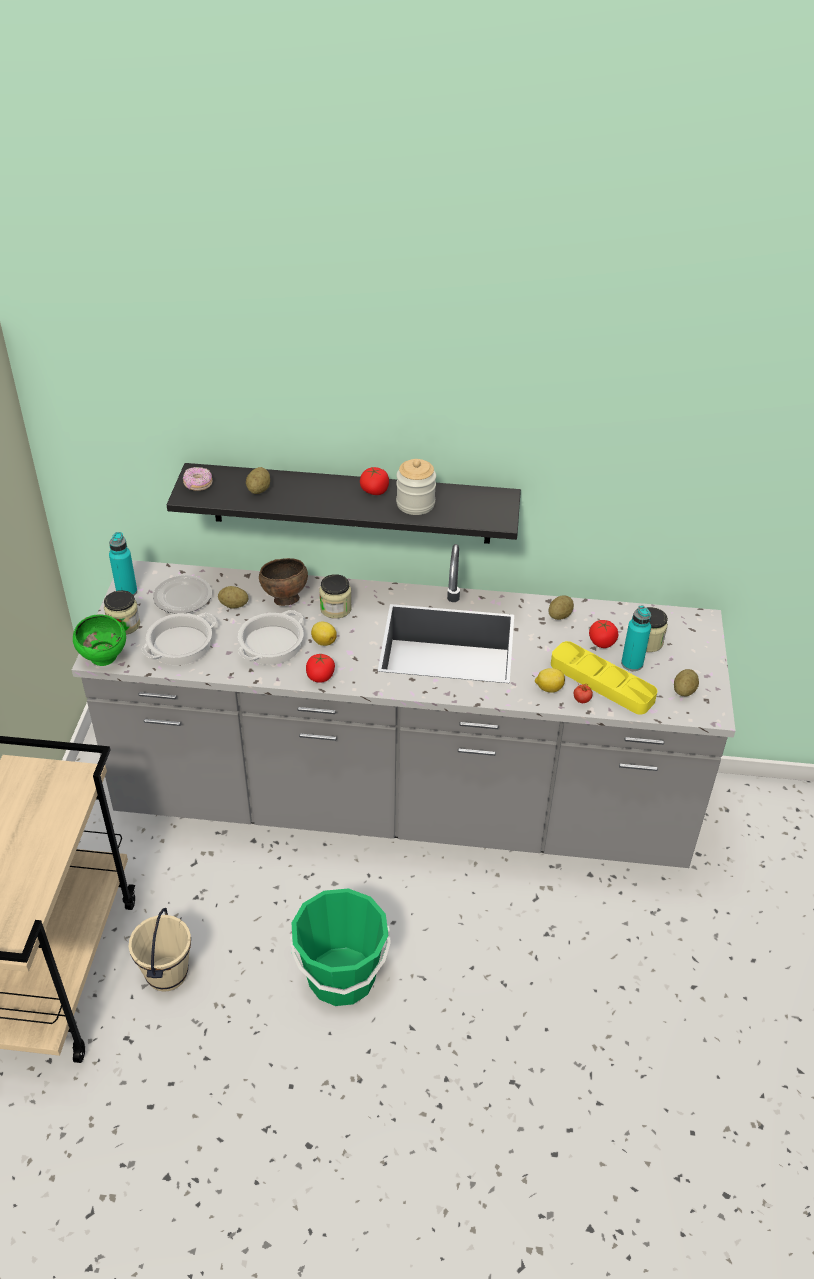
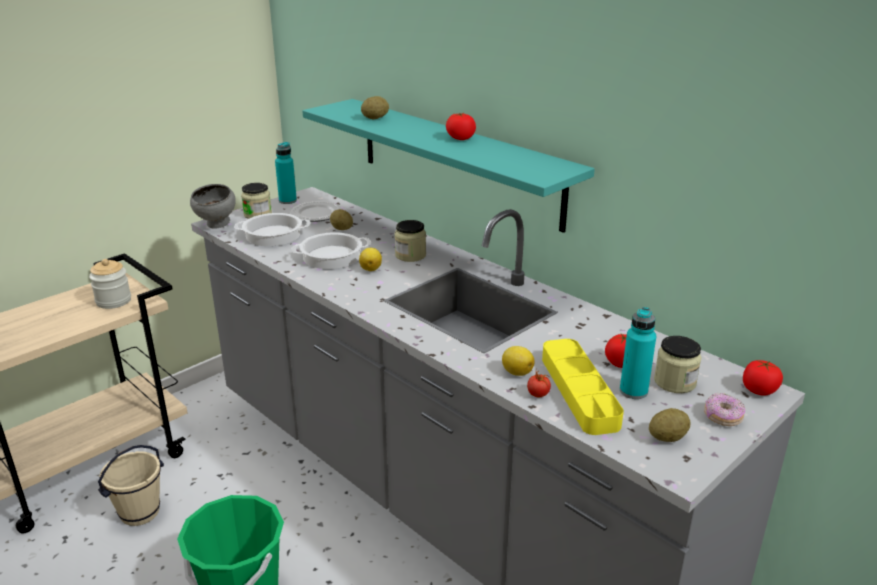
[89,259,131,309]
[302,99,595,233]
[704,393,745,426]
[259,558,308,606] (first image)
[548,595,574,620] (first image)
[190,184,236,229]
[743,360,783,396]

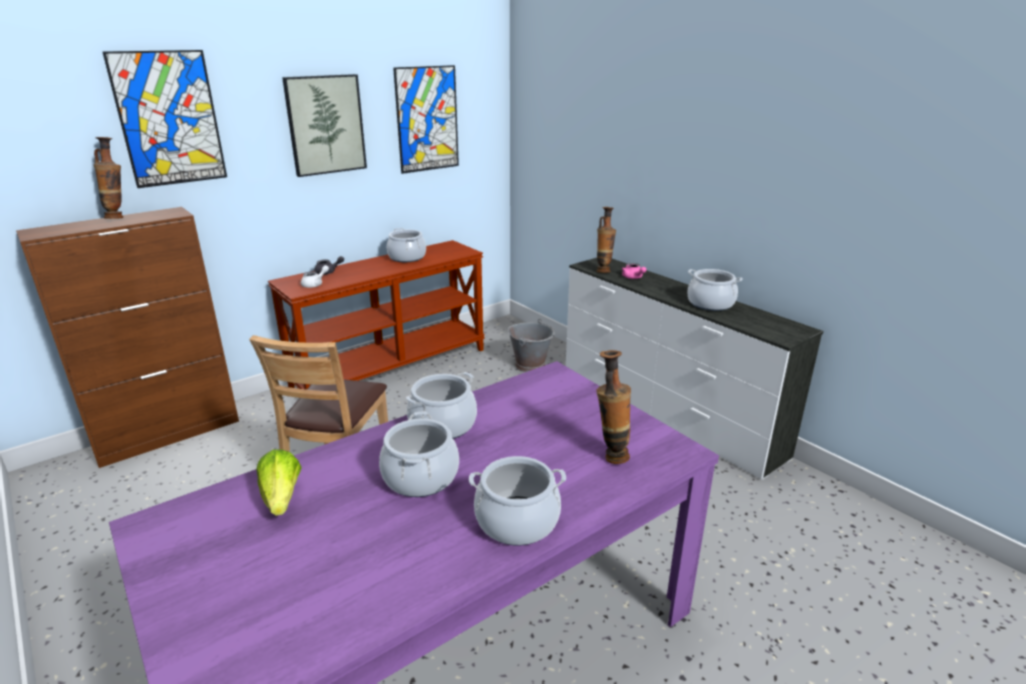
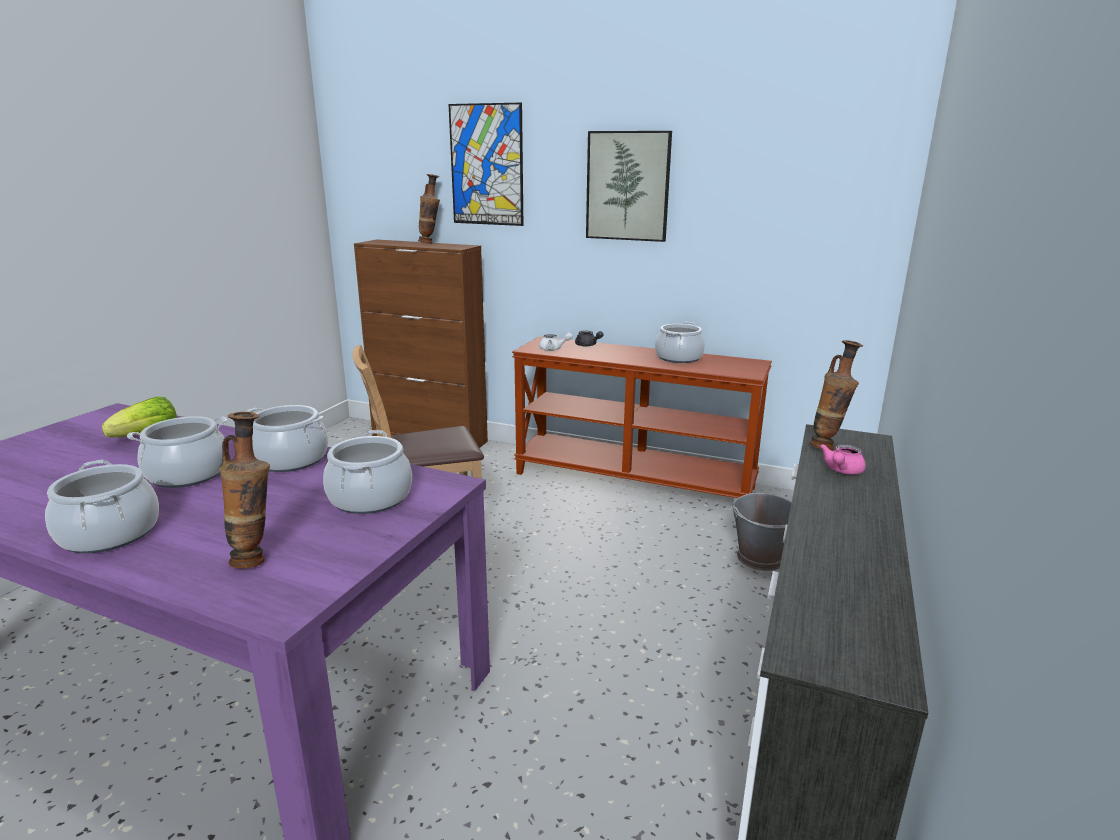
[393,65,459,174] (first image)
[323,430,412,514]

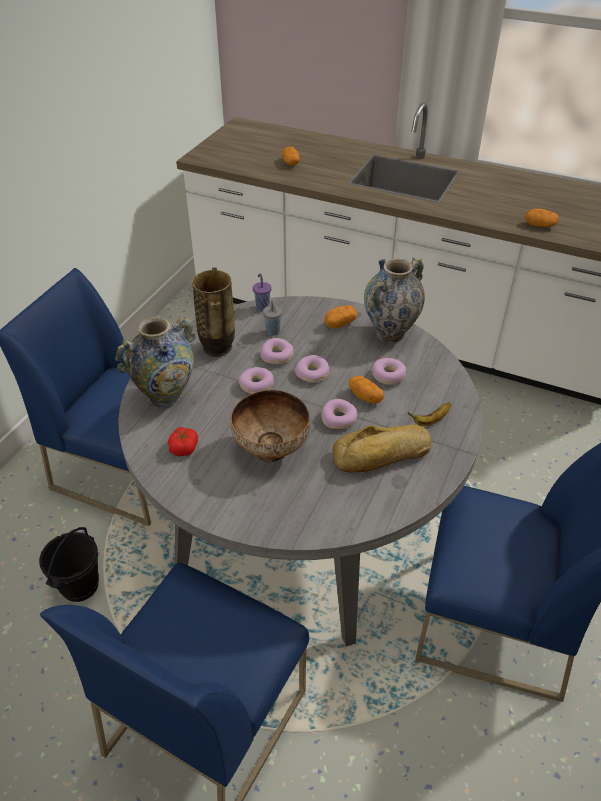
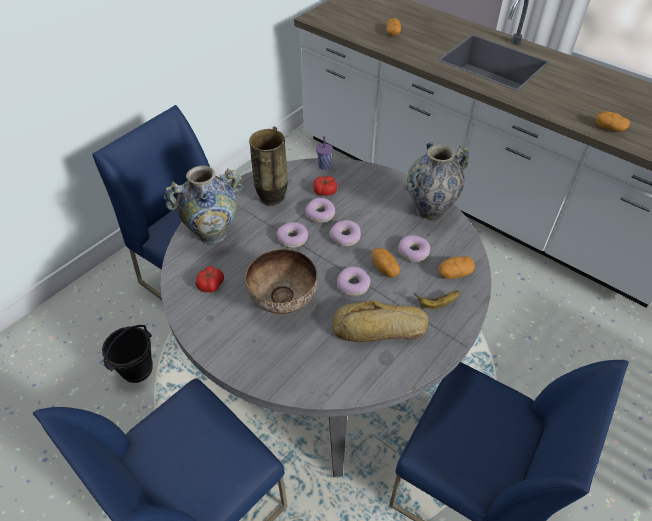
[313,176,337,196]
[438,256,475,279]

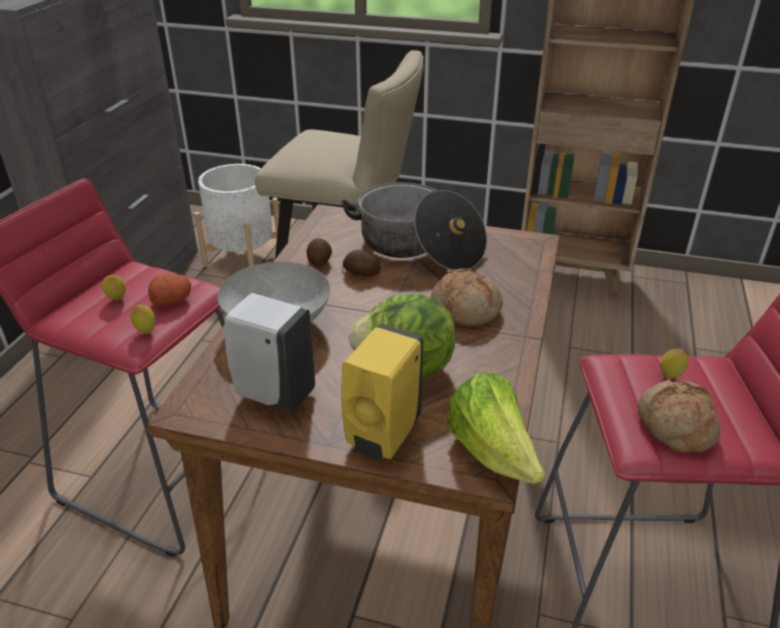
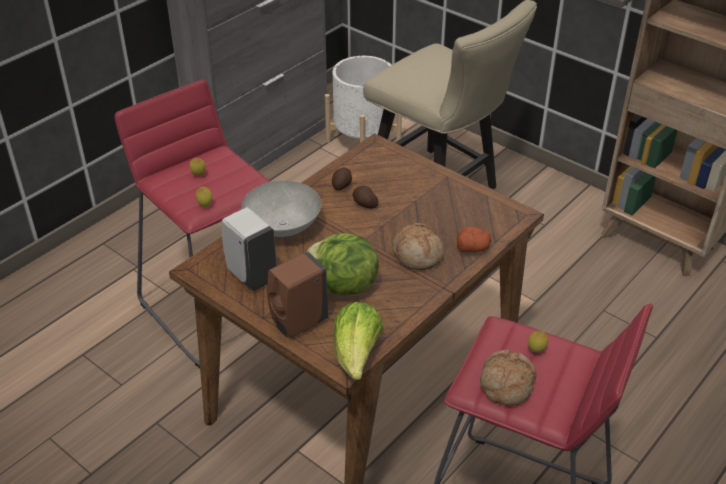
[341,182,487,270] (first image)
[457,226,491,252]
[267,252,328,338]

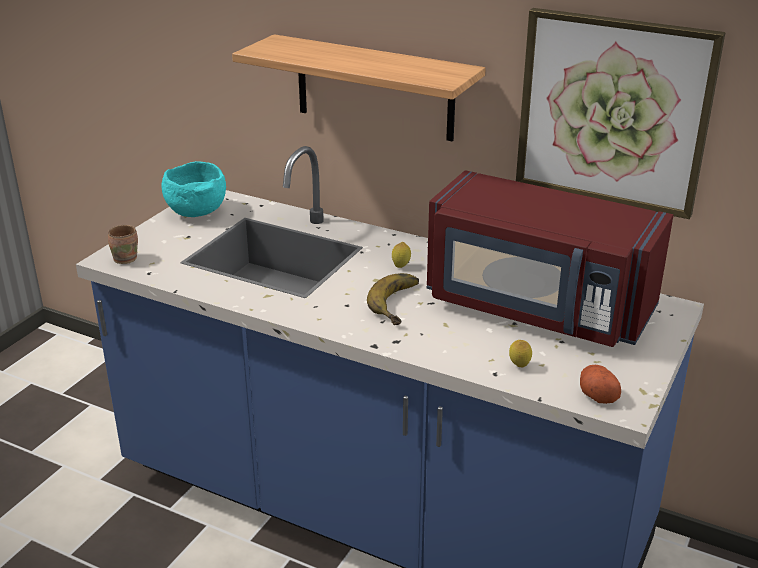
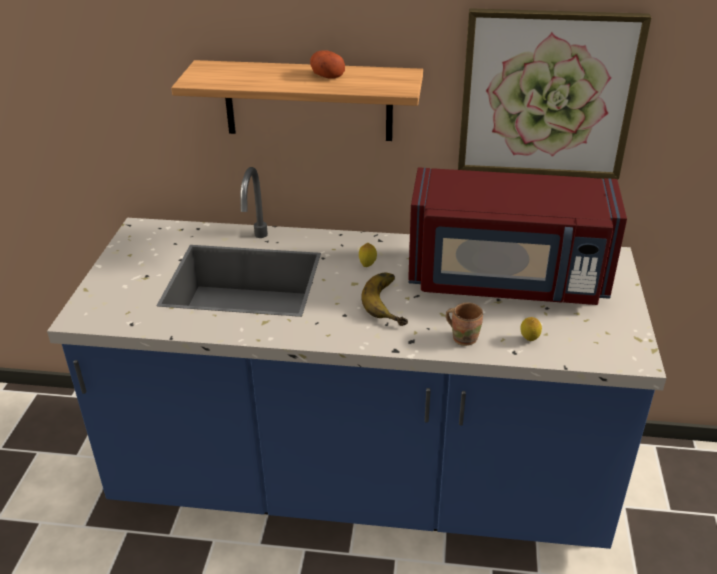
[162,161,226,217] (first image)
[446,302,483,346]
[310,50,345,79]

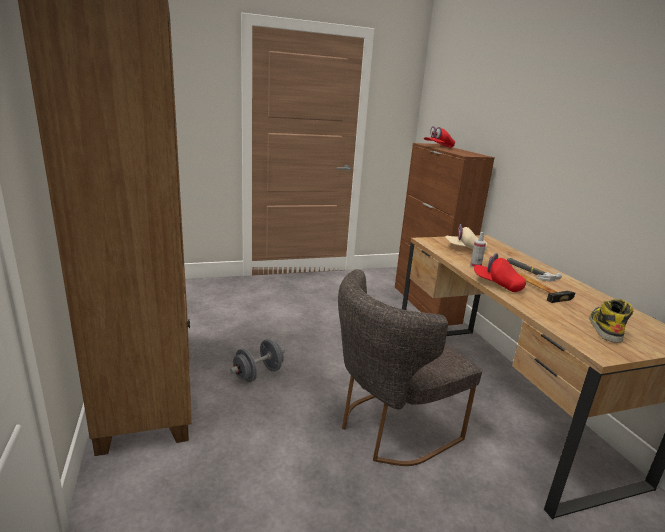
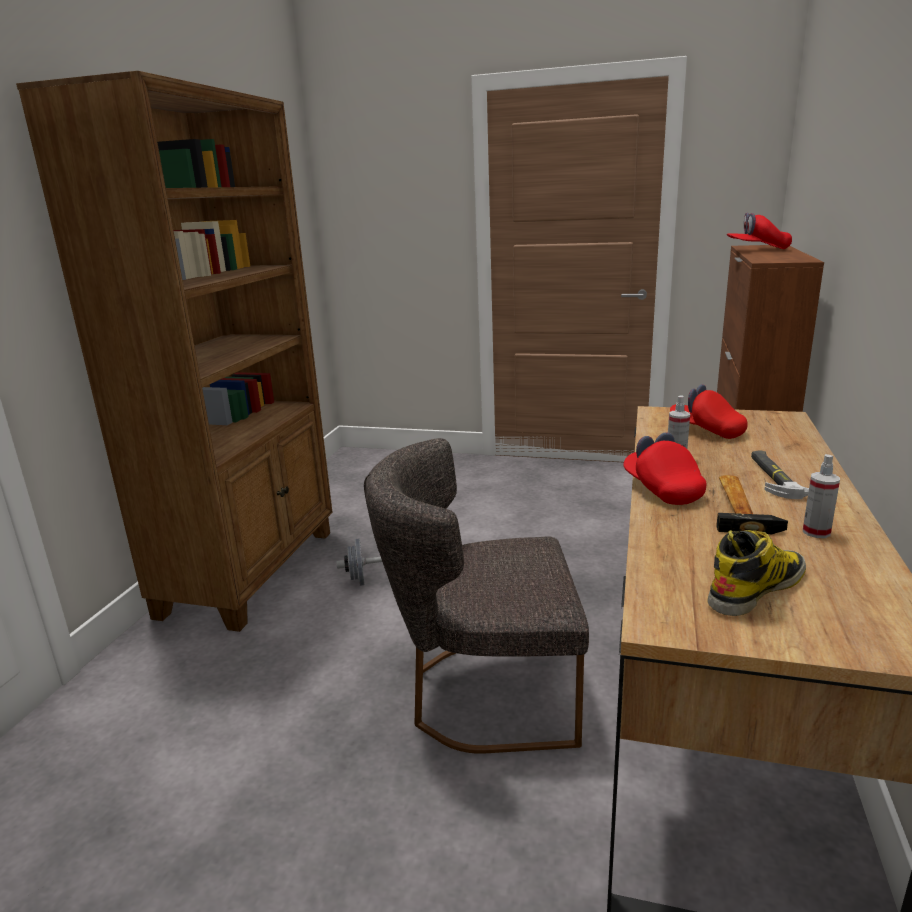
[670,384,748,439]
[803,454,840,538]

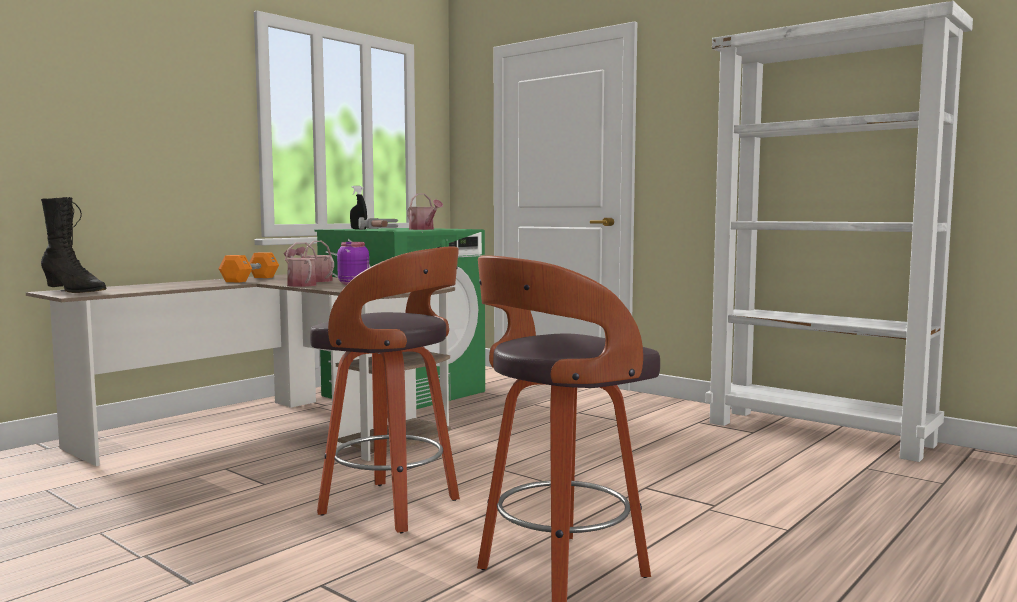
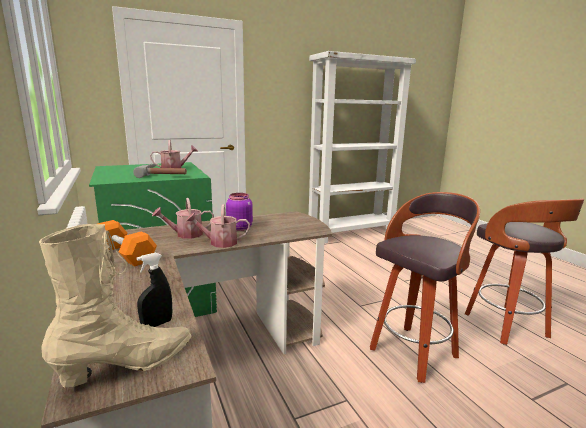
[137,252,172,327]
[39,224,191,387]

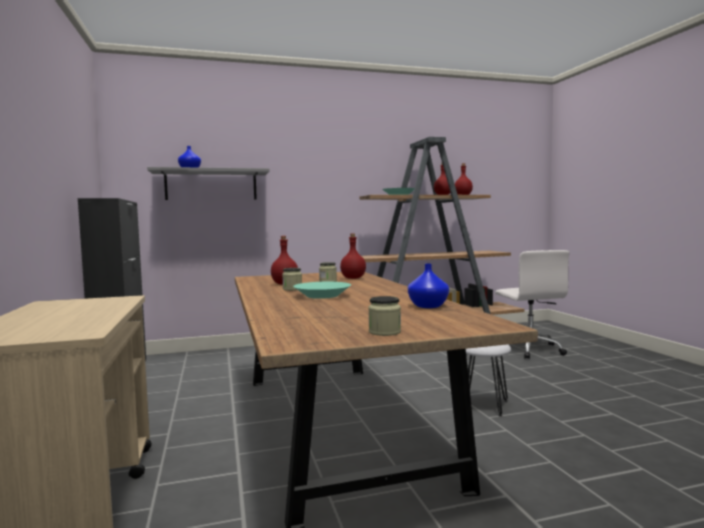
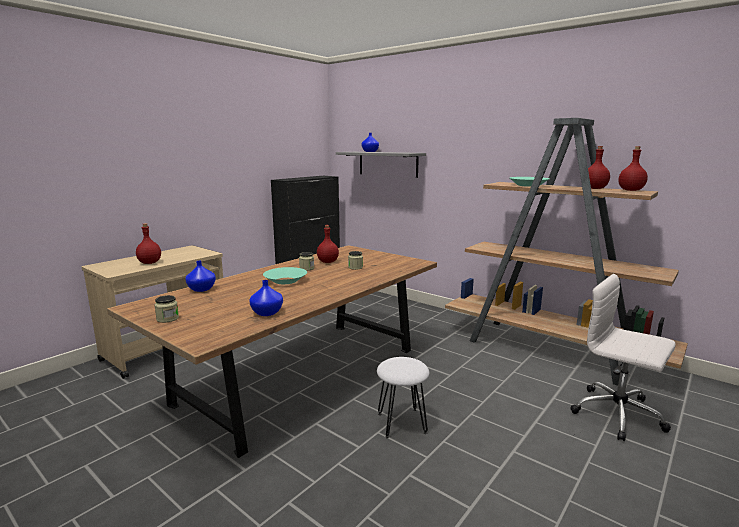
[136,223,161,264]
[570,273,676,441]
[185,261,216,292]

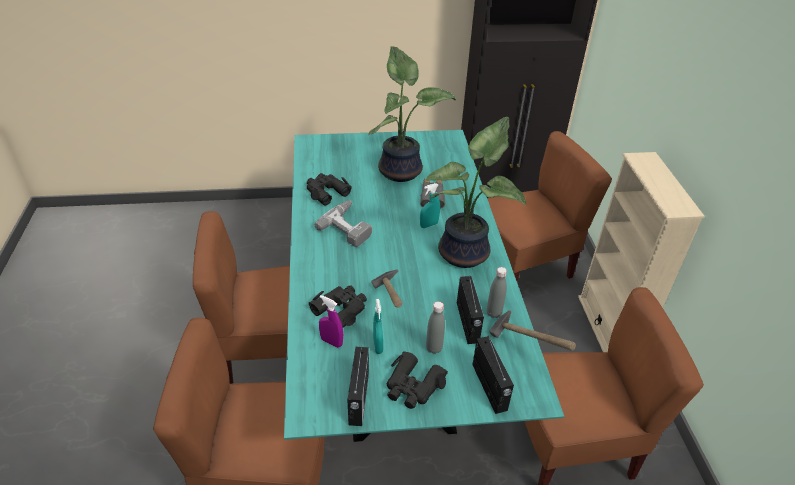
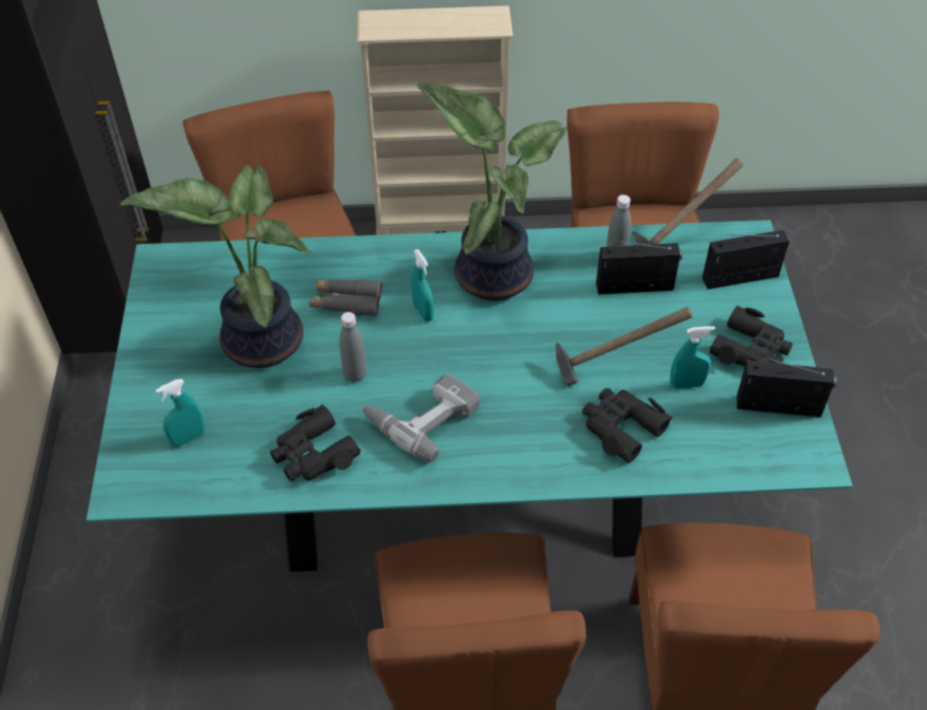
[319,295,343,348] (first image)
[339,312,366,382]
[156,379,205,447]

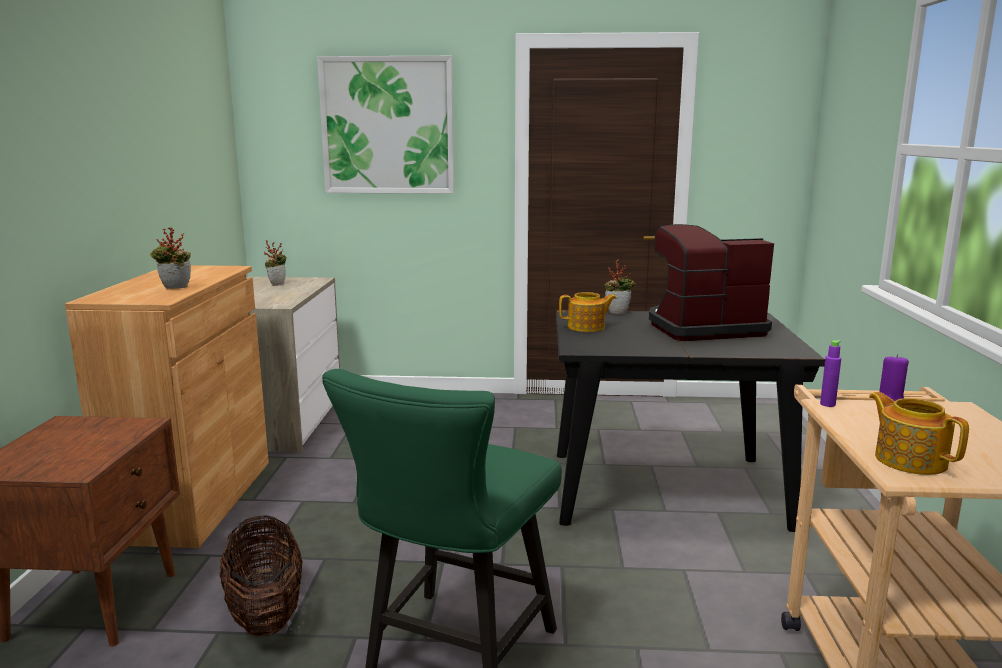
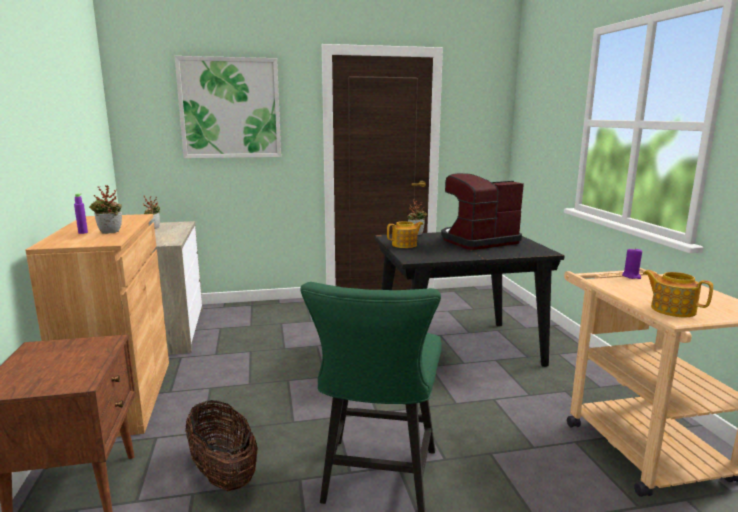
[74,194,88,234]

